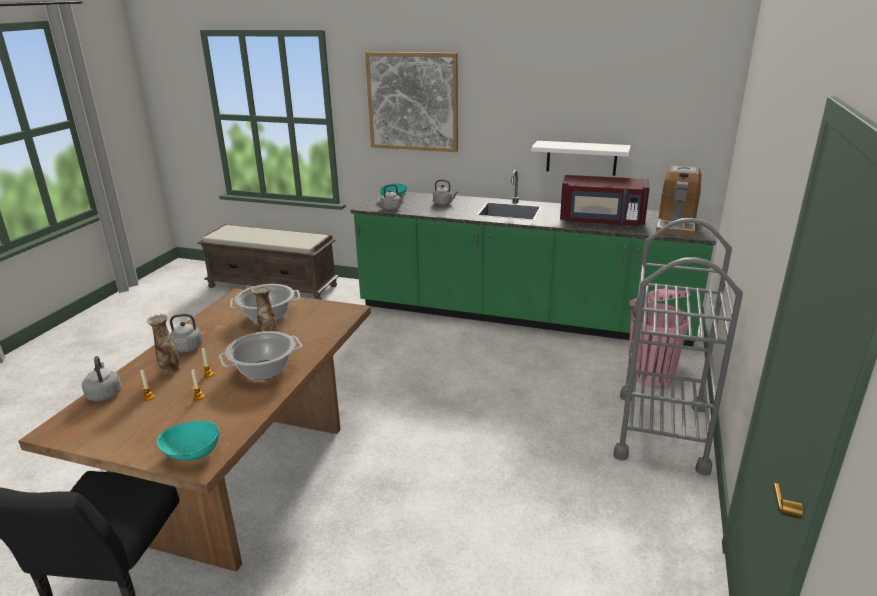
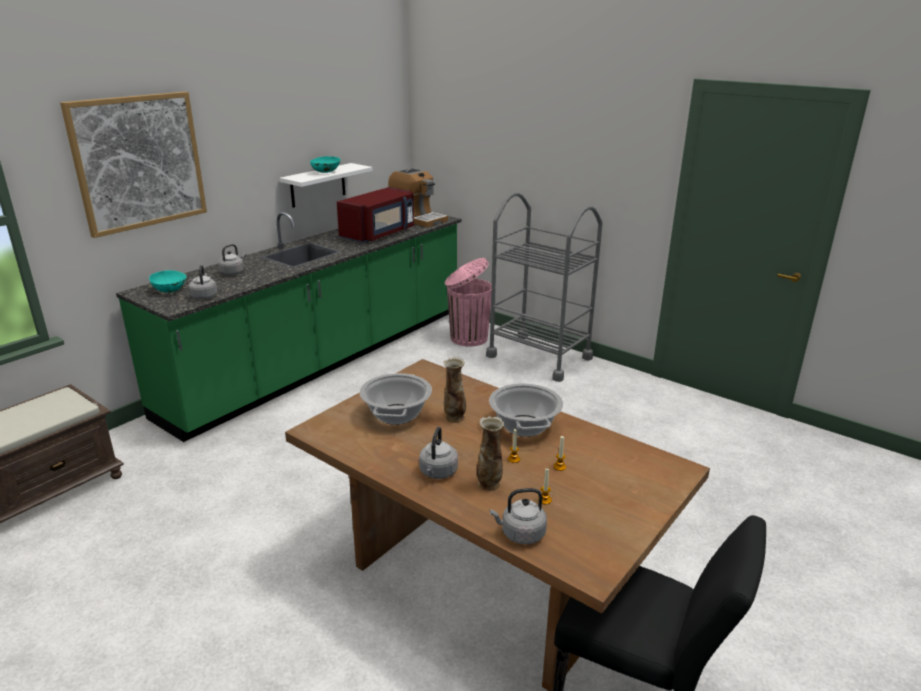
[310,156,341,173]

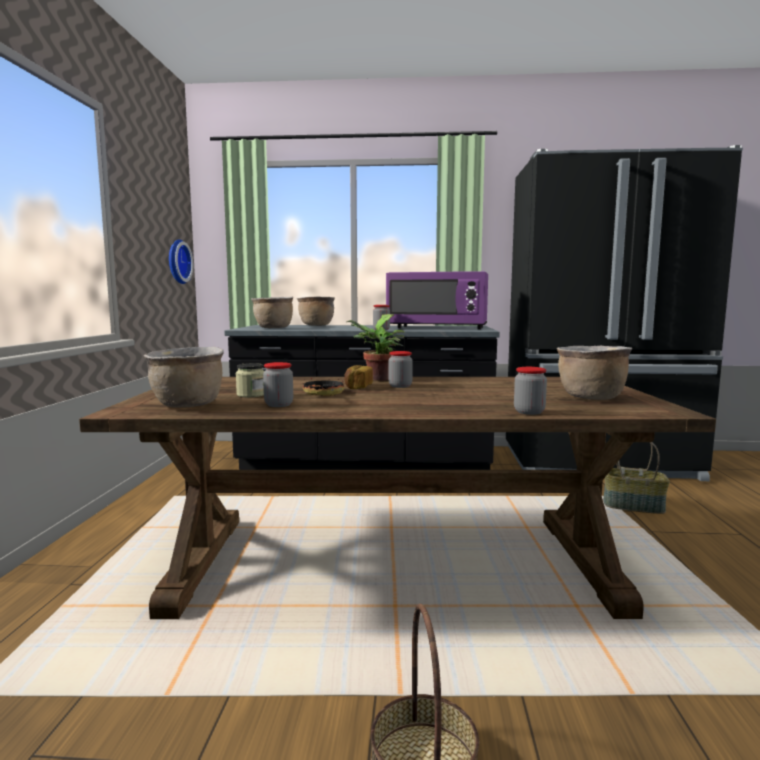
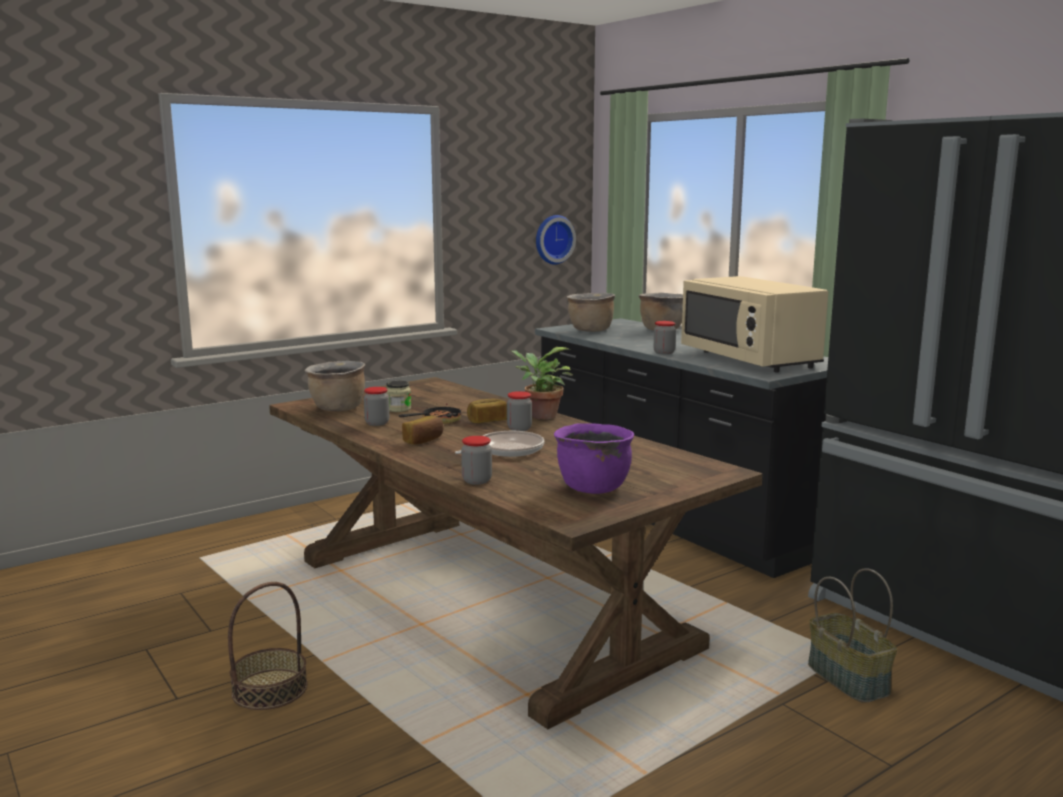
[681,276,828,373]
[554,423,634,494]
[402,415,443,445]
[455,431,544,457]

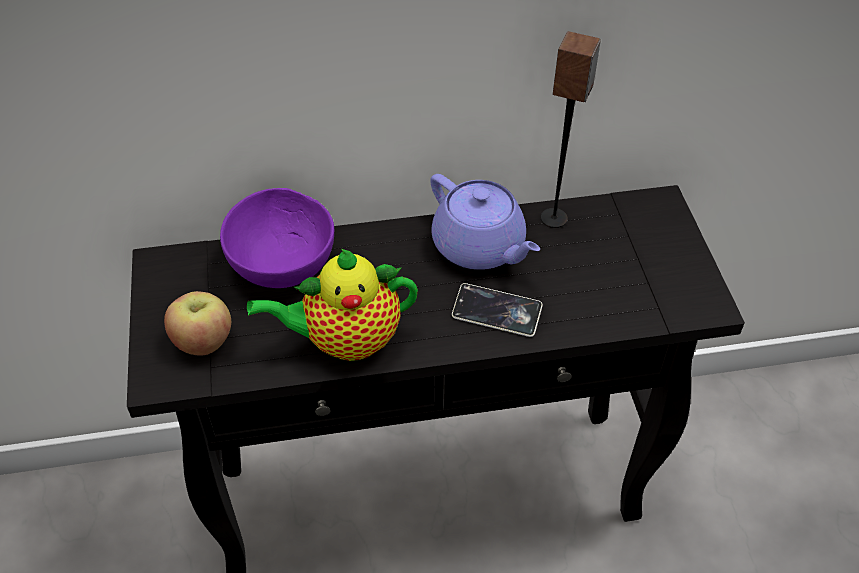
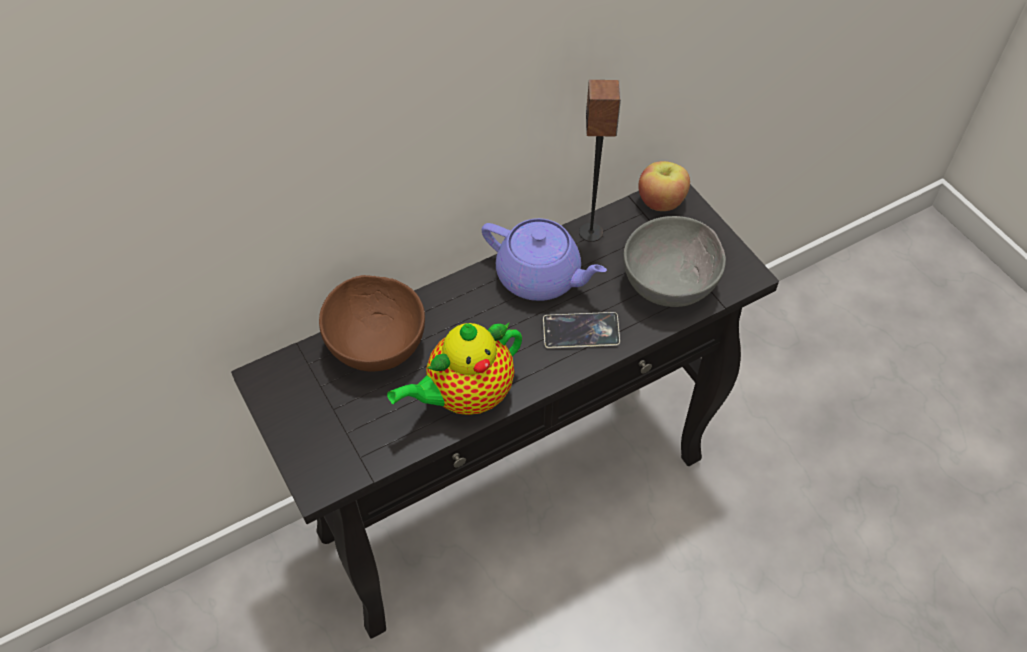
[319,275,425,371]
[638,161,690,211]
[623,216,726,307]

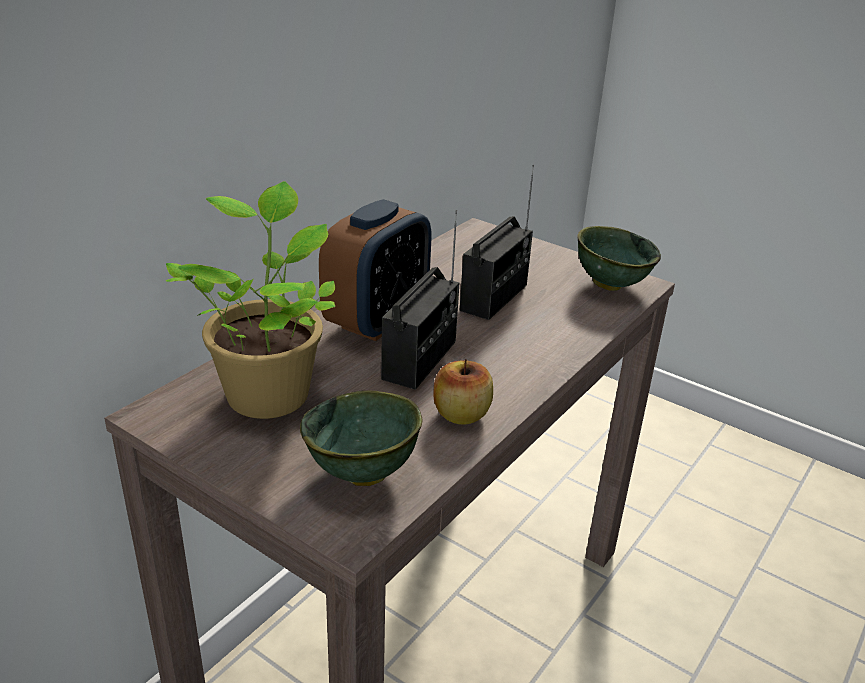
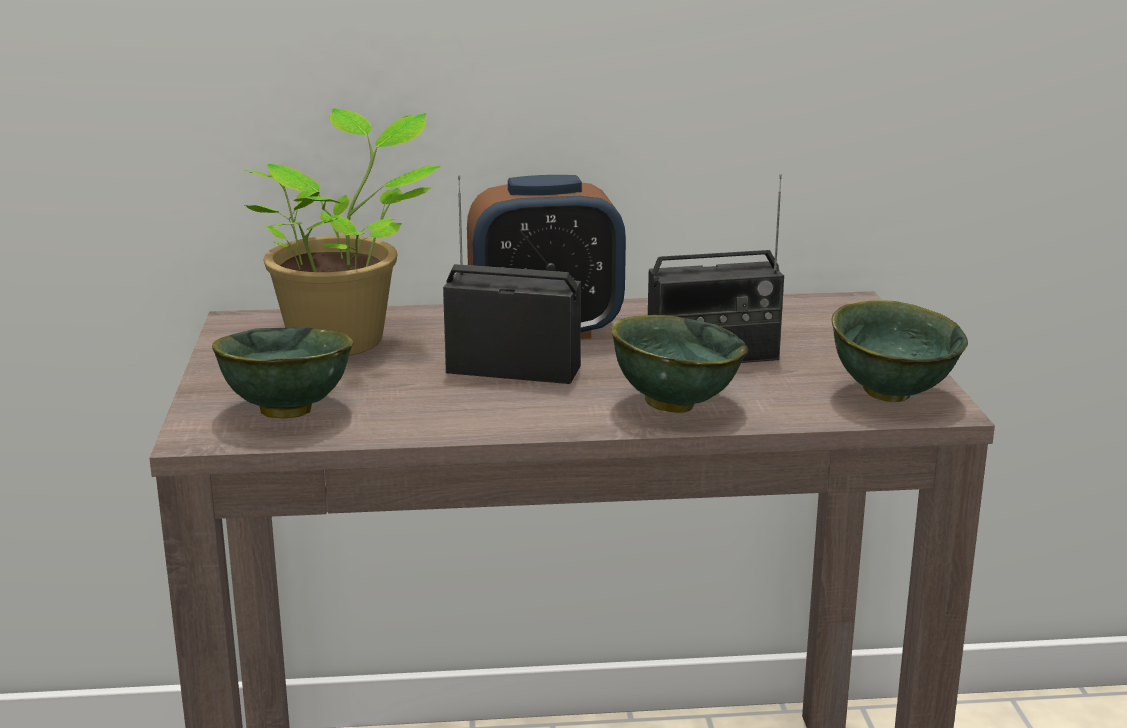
[443,176,581,384]
[434,359,493,425] (first image)
[611,315,748,413]

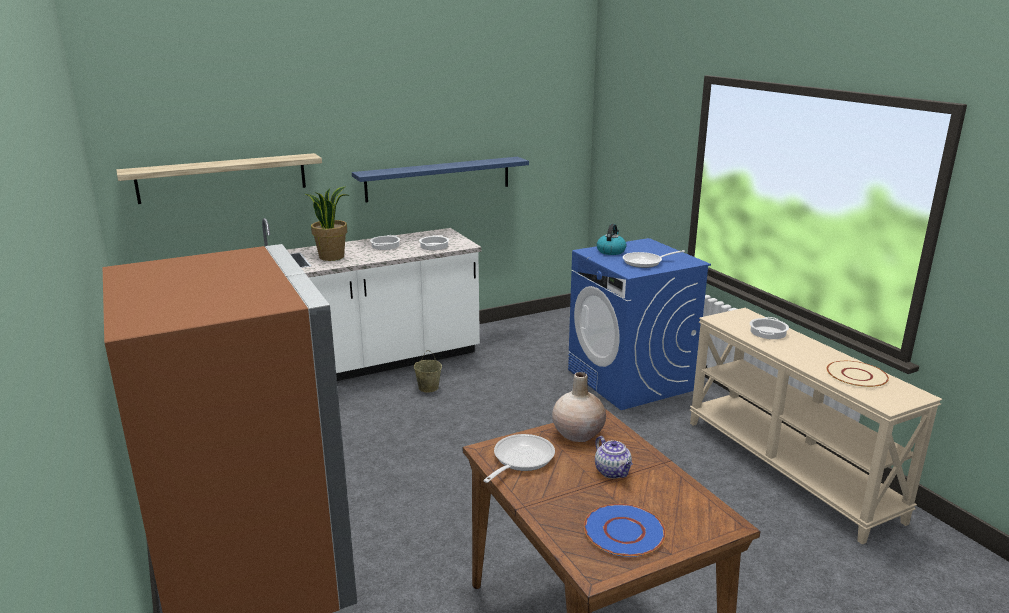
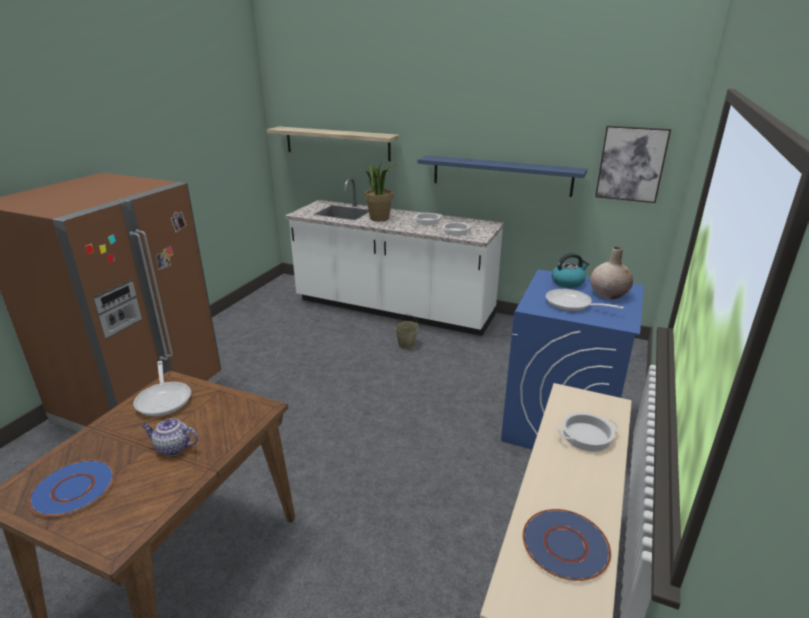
[523,509,611,581]
[590,247,633,299]
[133,361,191,417]
[142,418,198,456]
[595,126,671,203]

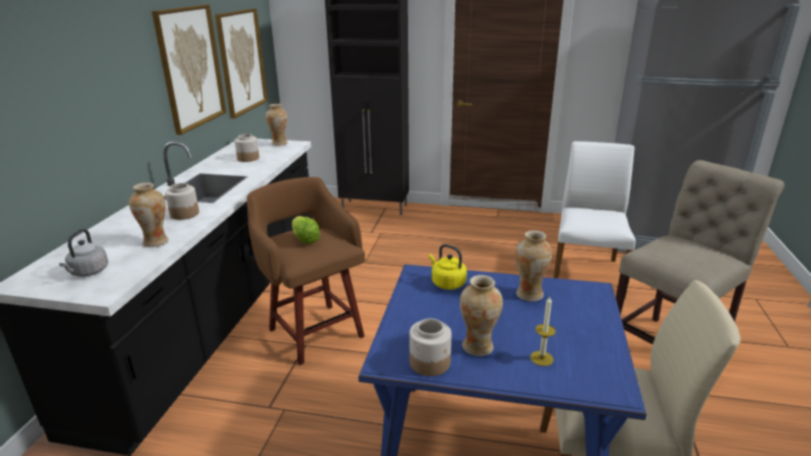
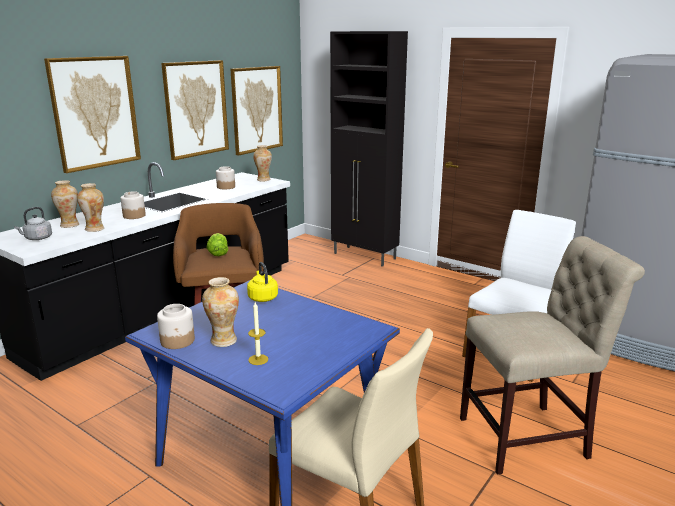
[51,180,79,228]
[44,56,141,173]

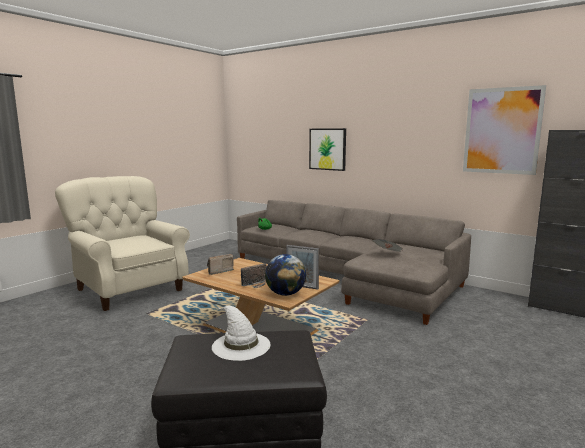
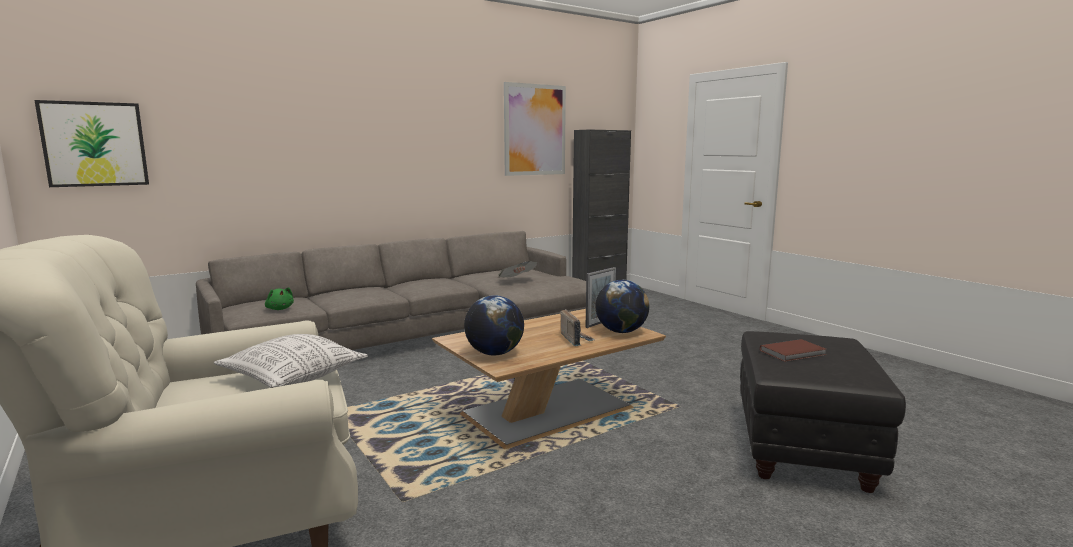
[35,100,149,187]
[464,295,524,356]
[760,339,826,362]
[214,334,368,388]

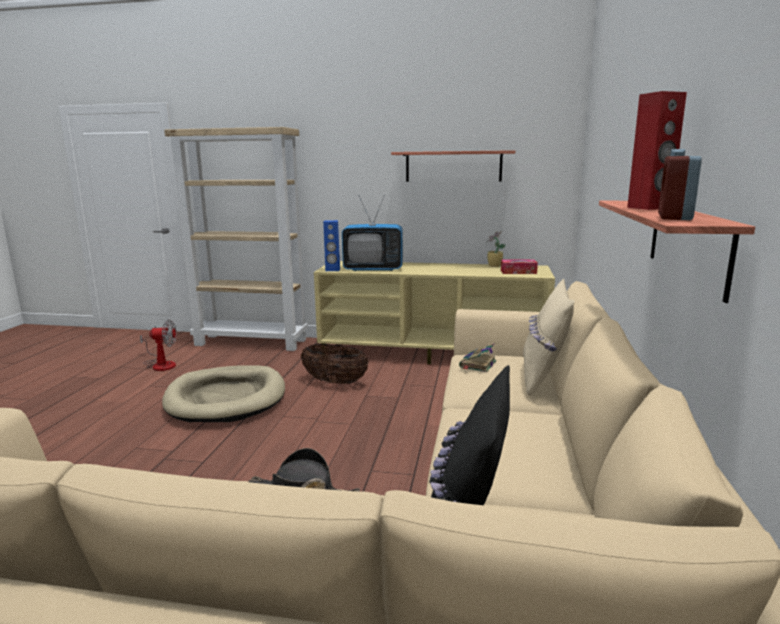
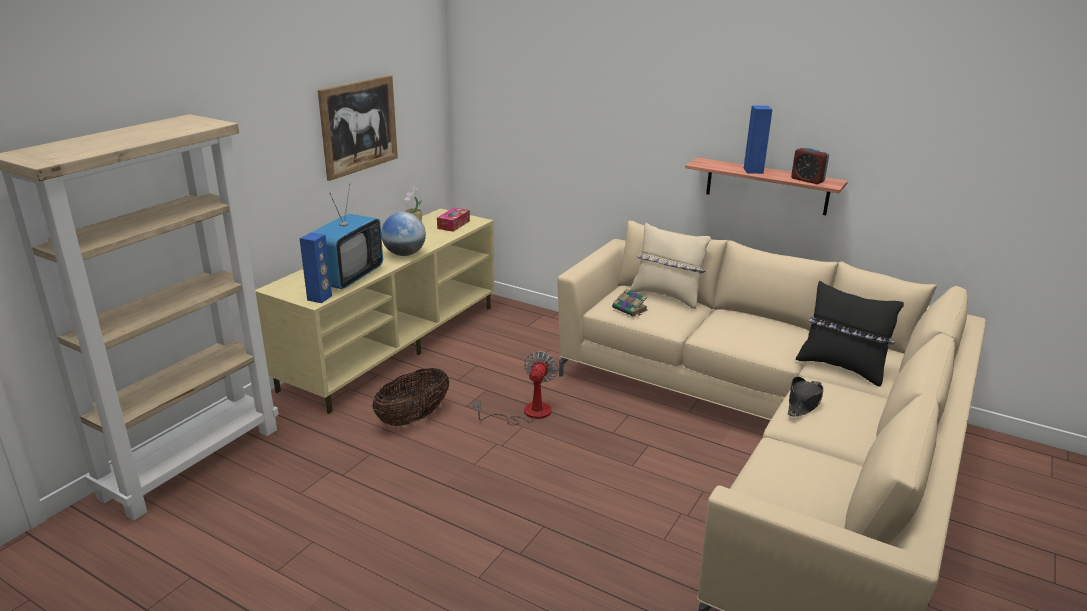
[743,106,773,174]
[318,75,398,181]
[473,351,558,425]
[162,365,285,422] (first image)
[381,212,426,256]

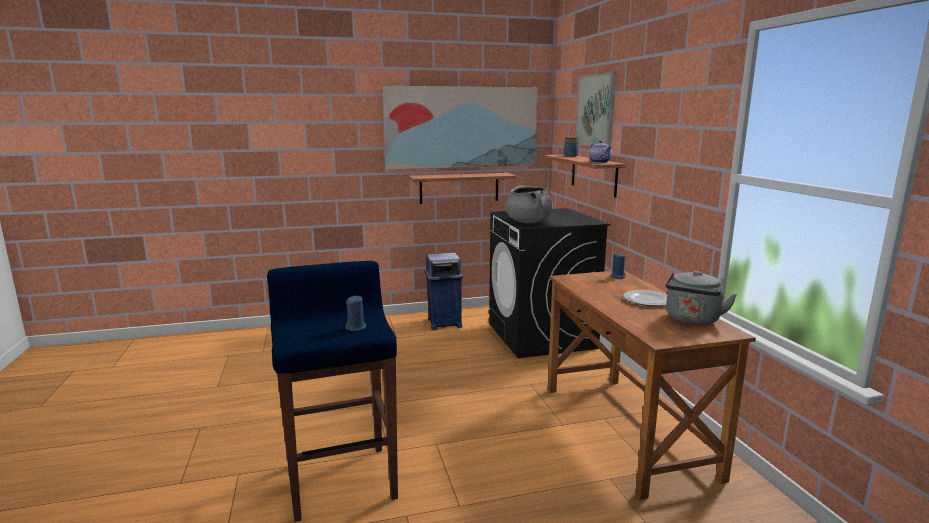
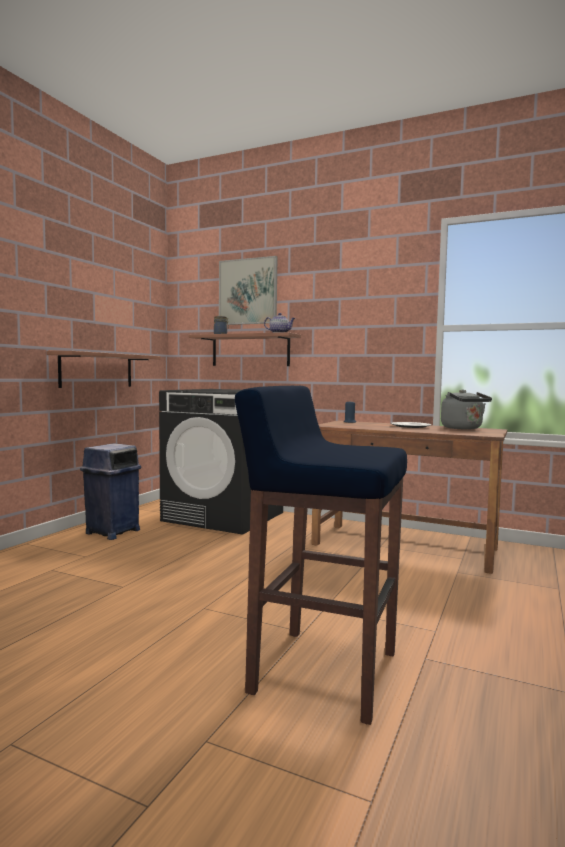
[383,86,538,169] (first image)
[505,186,553,224] (first image)
[345,295,366,331] (first image)

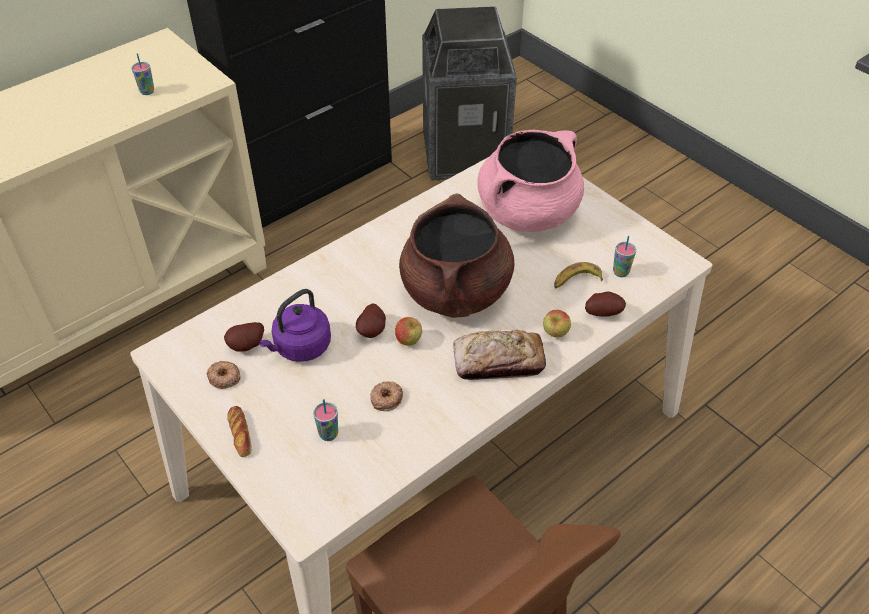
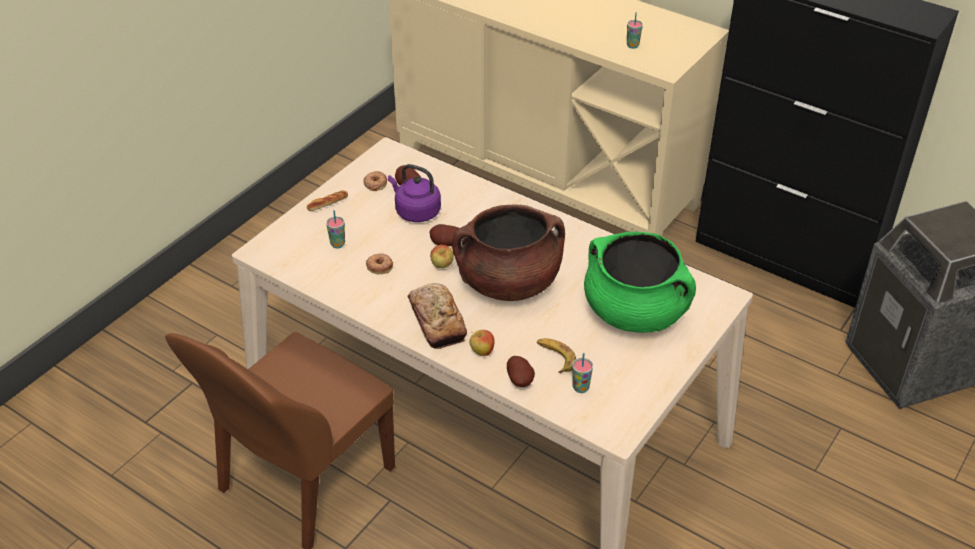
[584,232,696,333]

